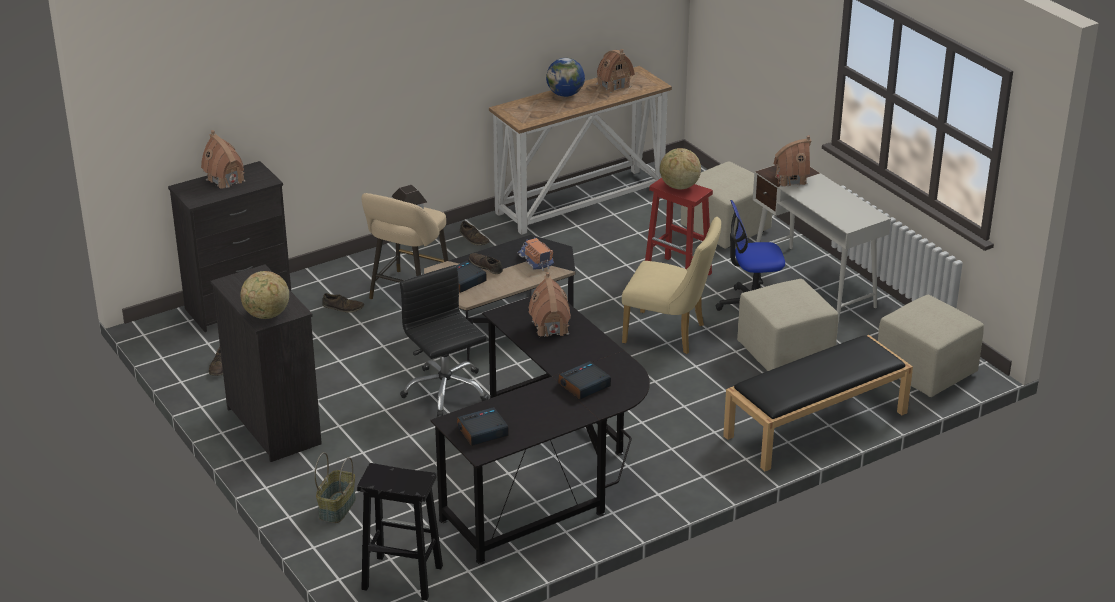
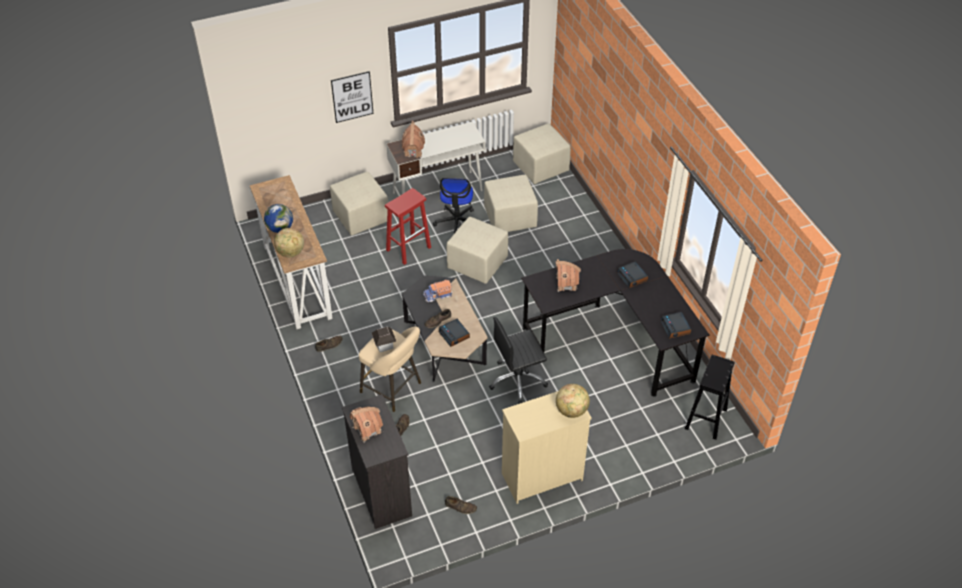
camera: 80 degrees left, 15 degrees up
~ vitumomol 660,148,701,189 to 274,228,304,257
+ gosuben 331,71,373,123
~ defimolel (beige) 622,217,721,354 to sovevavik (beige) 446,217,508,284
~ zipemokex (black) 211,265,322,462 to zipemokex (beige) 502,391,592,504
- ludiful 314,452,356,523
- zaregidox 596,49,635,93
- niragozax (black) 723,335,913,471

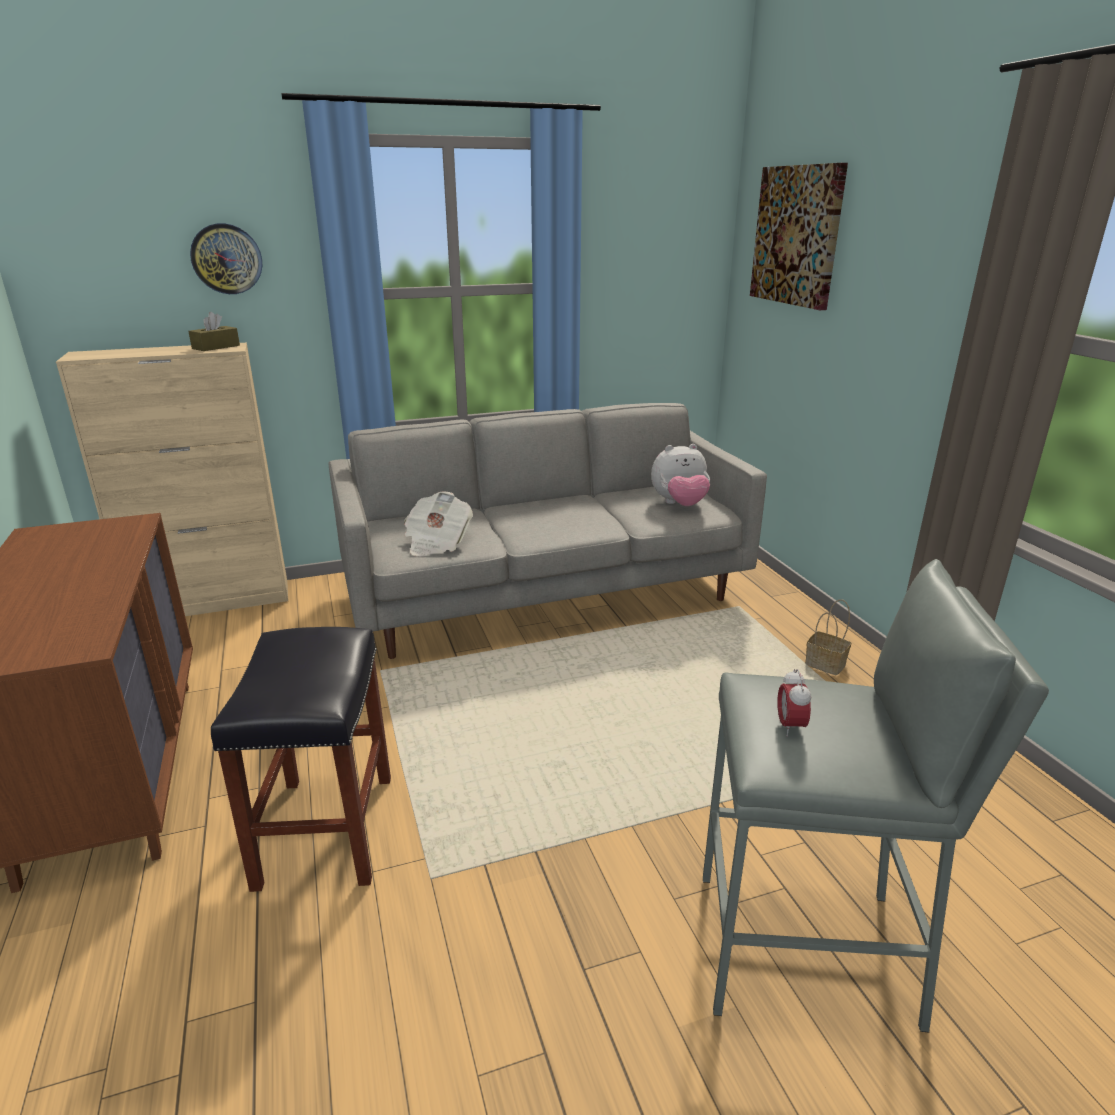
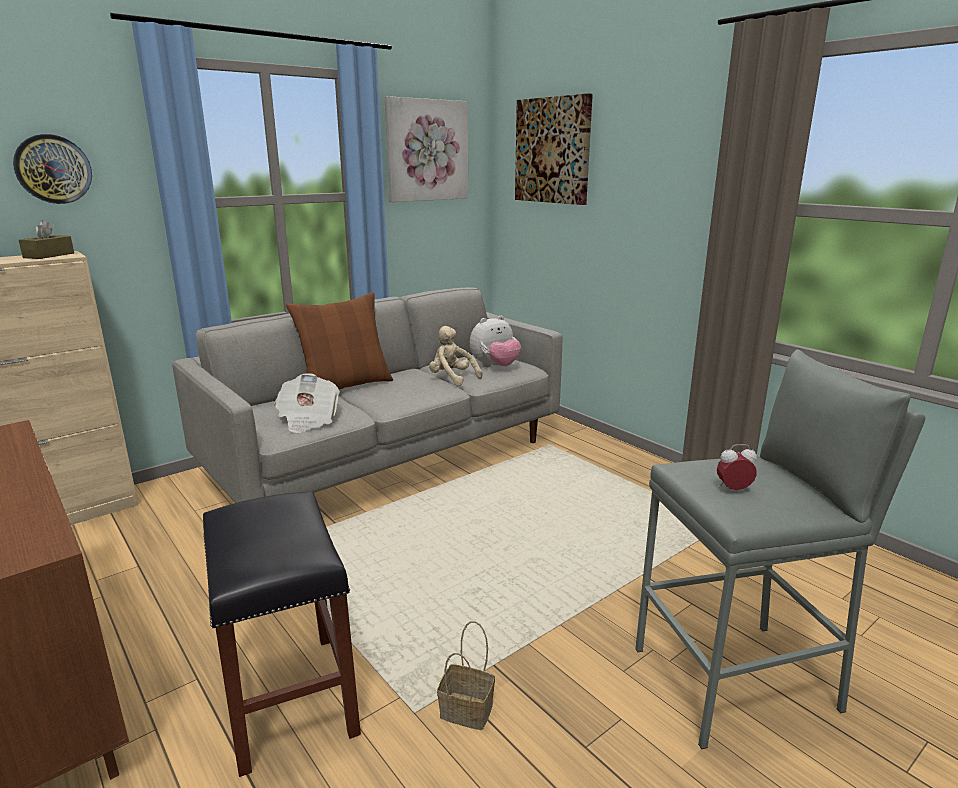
camera: 20 degrees left, 5 degrees down
+ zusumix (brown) 286,292,393,389
+ gosuben 385,96,468,202
+ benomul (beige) 429,326,483,386
~ ludiful 805,599,851,675 to 437,621,495,730
~ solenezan 777,669,811,737 = 717,444,757,490 105 degrees clockwise

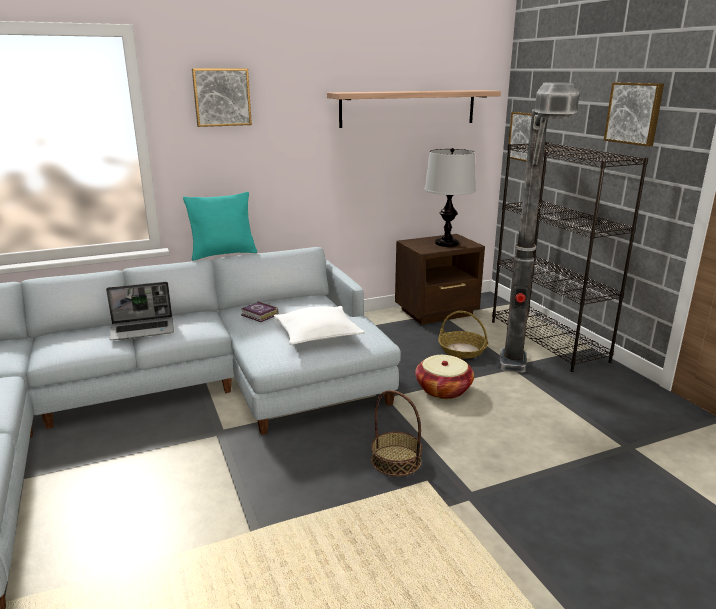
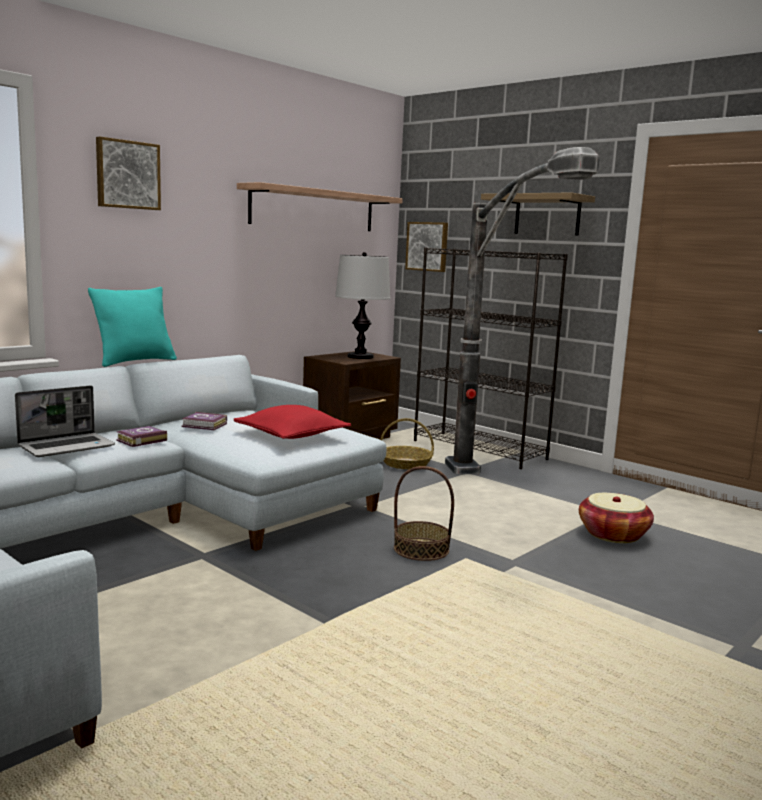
camera: 25 degrees left, 10 degrees down
+ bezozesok 116,426,167,447
~ zusumix (white) 274,306,365,345 to zusumix (red) 234,405,351,439
~ gosuben 604,82,664,147 to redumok 481,192,595,236
~ ludiful 415,355,474,399 to 579,493,654,543

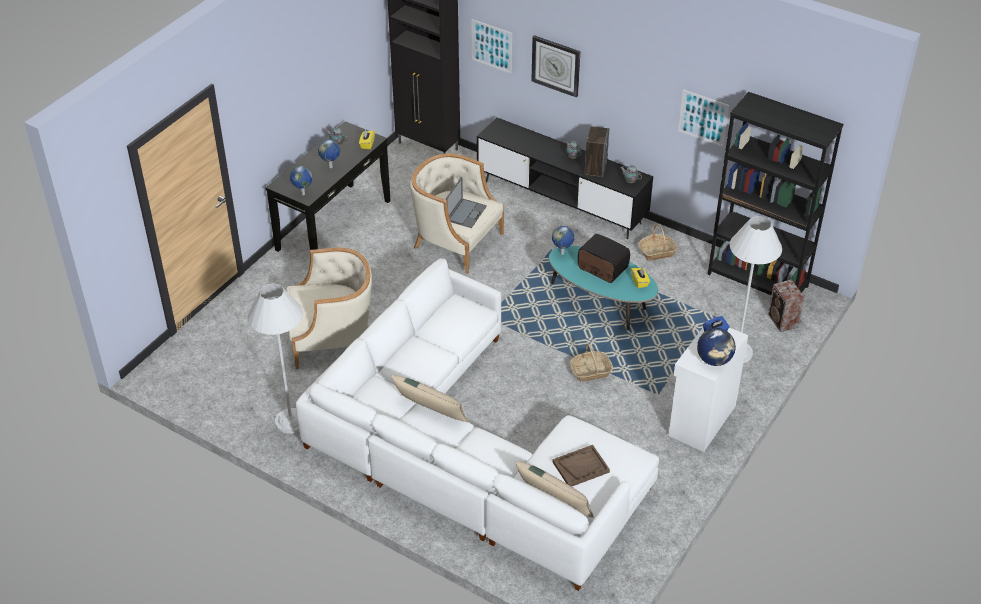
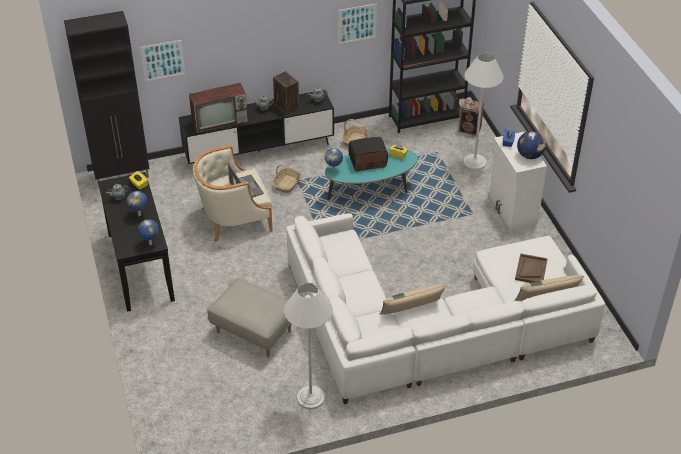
camera: 50 degrees left, 0 degrees up
+ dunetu 189,83,248,133
~ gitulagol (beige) 286,248,372,369 to sovevavik (grey) 208,278,291,358
~ ludiful 570,343,613,382 to 273,164,302,193
- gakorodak 531,35,580,98

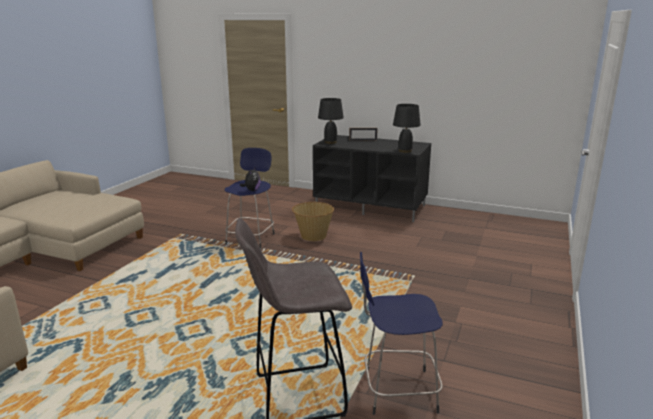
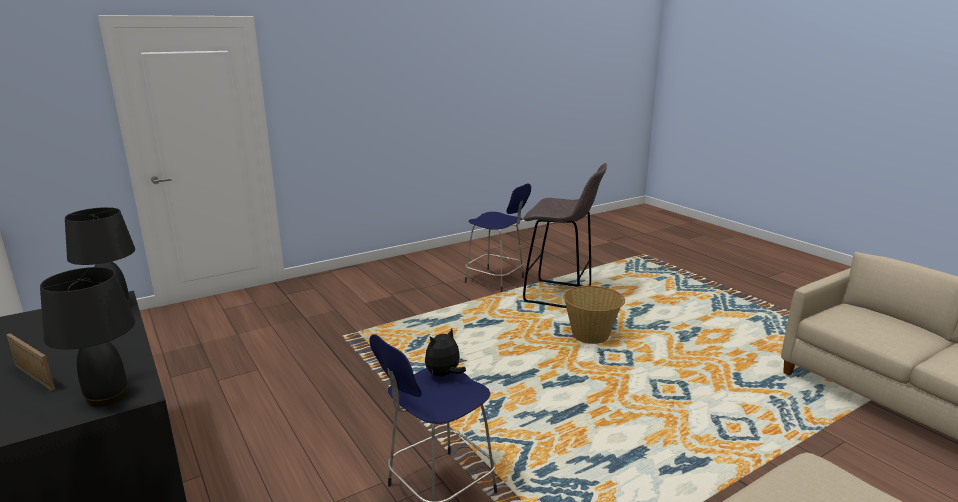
camera: 145 degrees left, 0 degrees up
~ ludiful 292,202,334,241 to 563,286,625,344

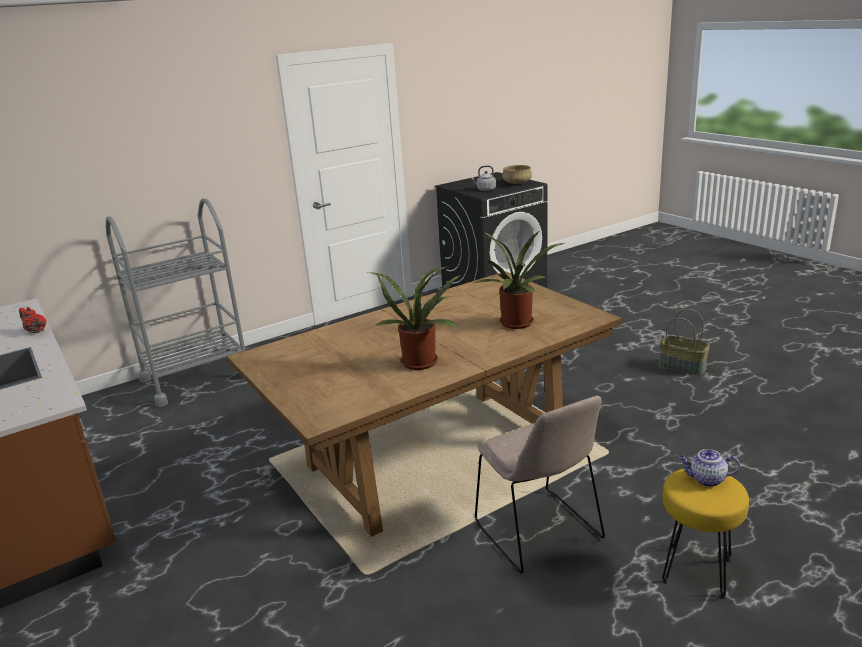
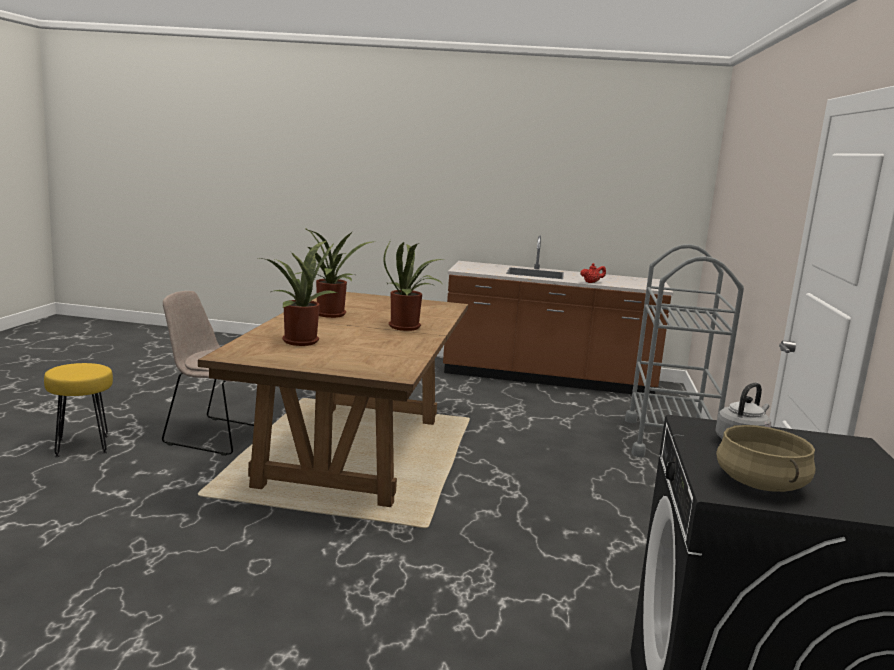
camera: 130 degrees right, 10 degrees down
+ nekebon 383,240,443,331
- ludiful 659,309,710,375
- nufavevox 679,449,740,487

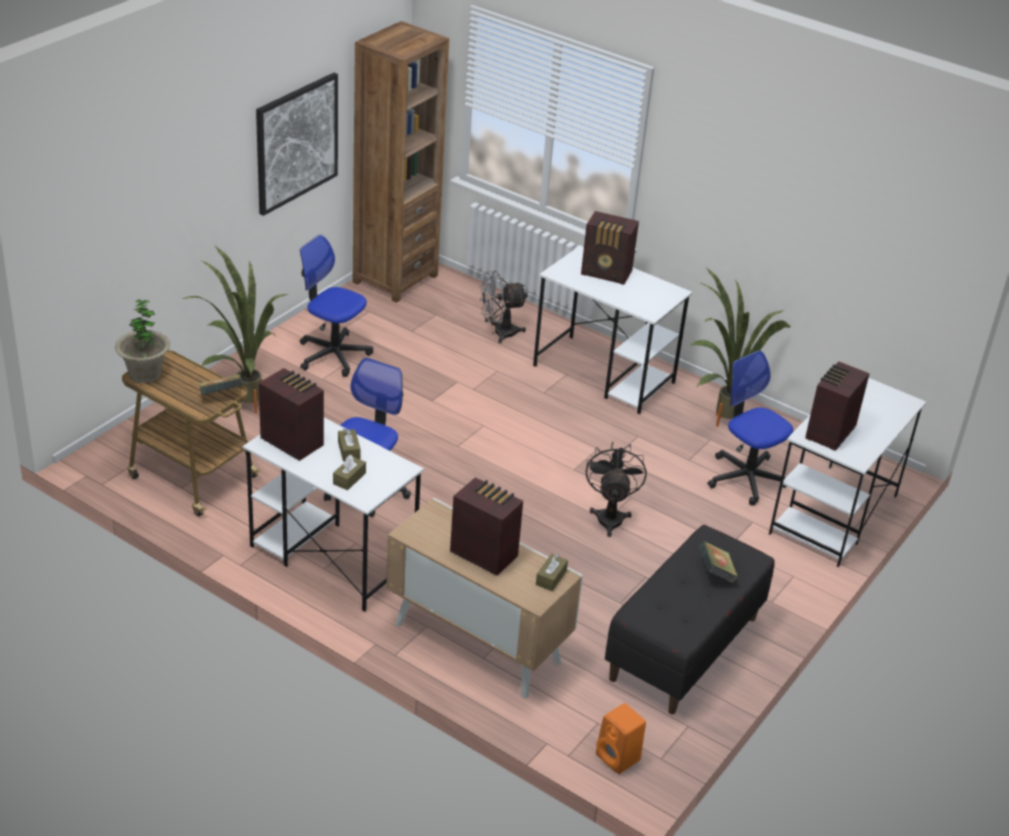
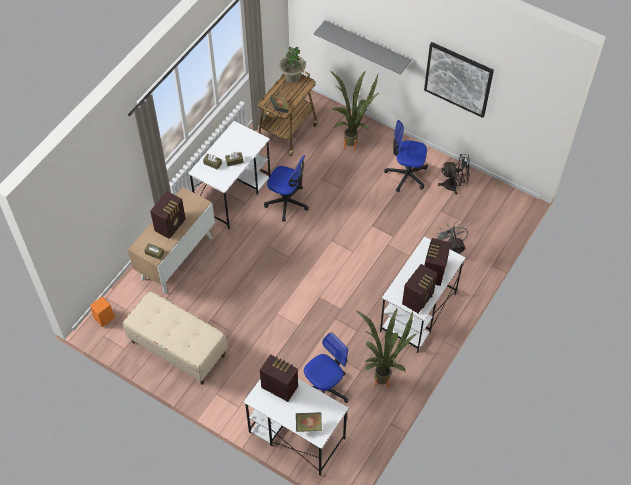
camera: 90 degrees right, 20 degrees up
~ niragozax (black) 605,525,775,714 to niragozax (beige) 123,291,227,385
~ bezozesok 699,541,738,583 to 296,412,322,432
+ redumok (grey) 314,20,411,75
~ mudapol 300,234,373,377 = 384,120,428,192 105 degrees counterclockwise
~ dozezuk 259,368,324,461 to 402,264,437,313
~ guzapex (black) 586,442,646,537 to 438,154,470,195
- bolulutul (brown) 353,21,449,303

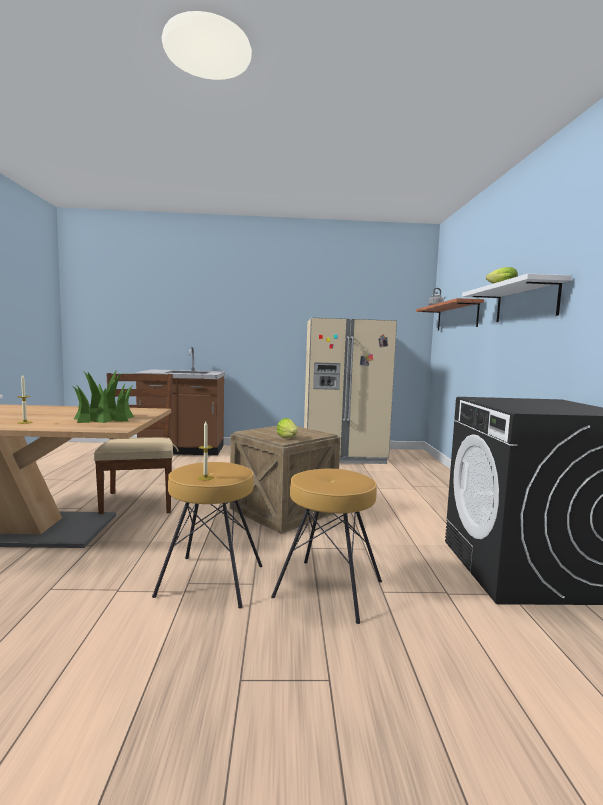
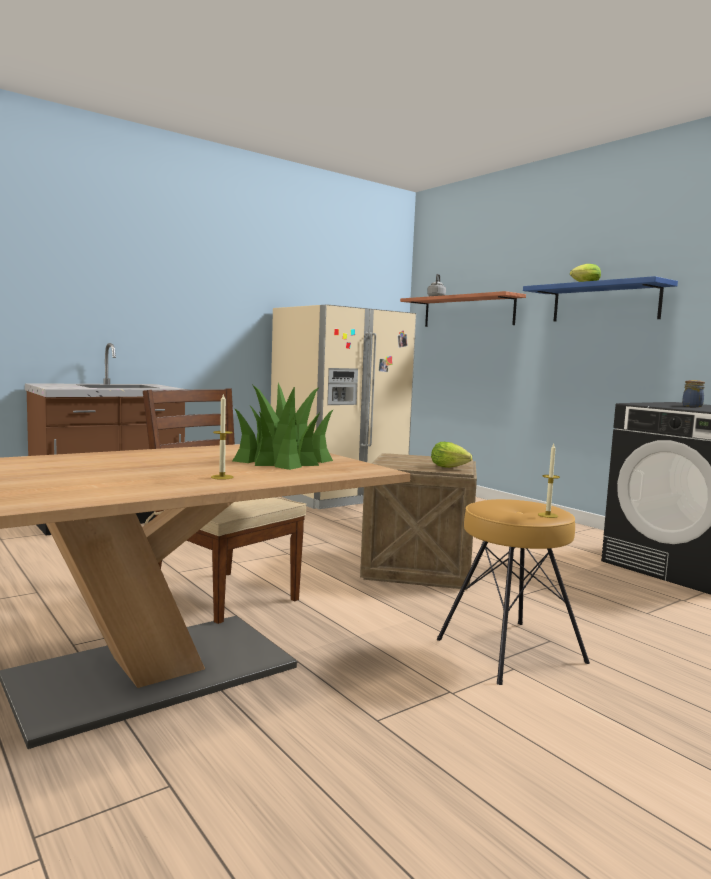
camera: 35 degrees left, 0 degrees up
~ redumok (white) 462,274,572,322 to redumok (blue) 523,276,678,321
+ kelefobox 682,380,705,407
- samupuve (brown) 271,469,382,624

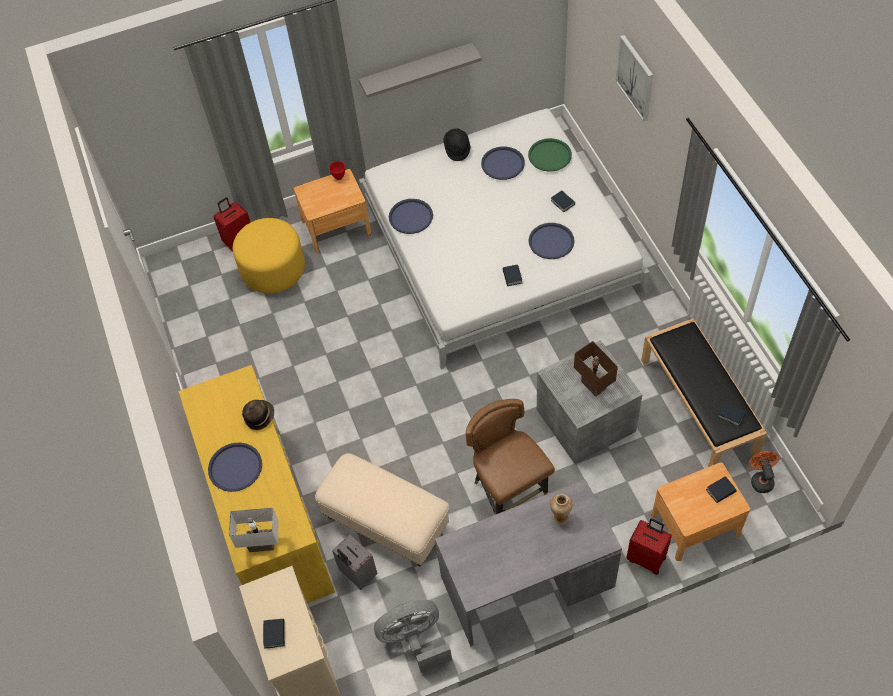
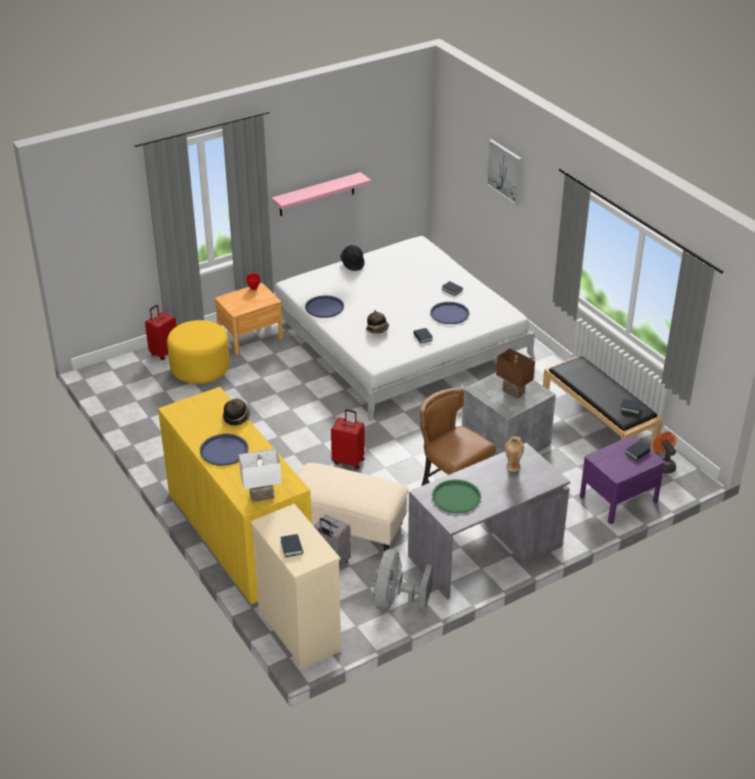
camera: 15 degrees left, 20 degrees down
~ redumok (grey) 359,43,482,98 to redumok (pink) 272,172,371,216
~ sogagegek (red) 626,518,672,575 to 331,409,365,470
+ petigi 366,310,389,334
~ guzapex (grey) 374,600,452,673 = 374,549,433,611 45 degrees counterclockwise
~ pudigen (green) 528,138,572,171 to 432,479,481,513
~ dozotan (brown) 652,462,750,561 to dozotan (purple) 580,436,665,524
- pudigen (blue) 481,147,525,180

